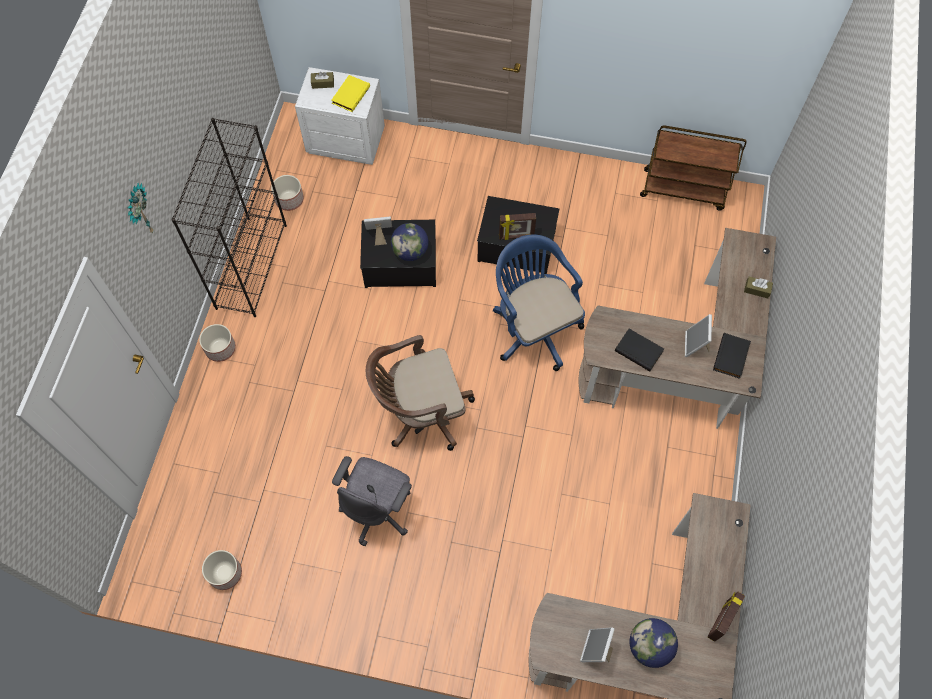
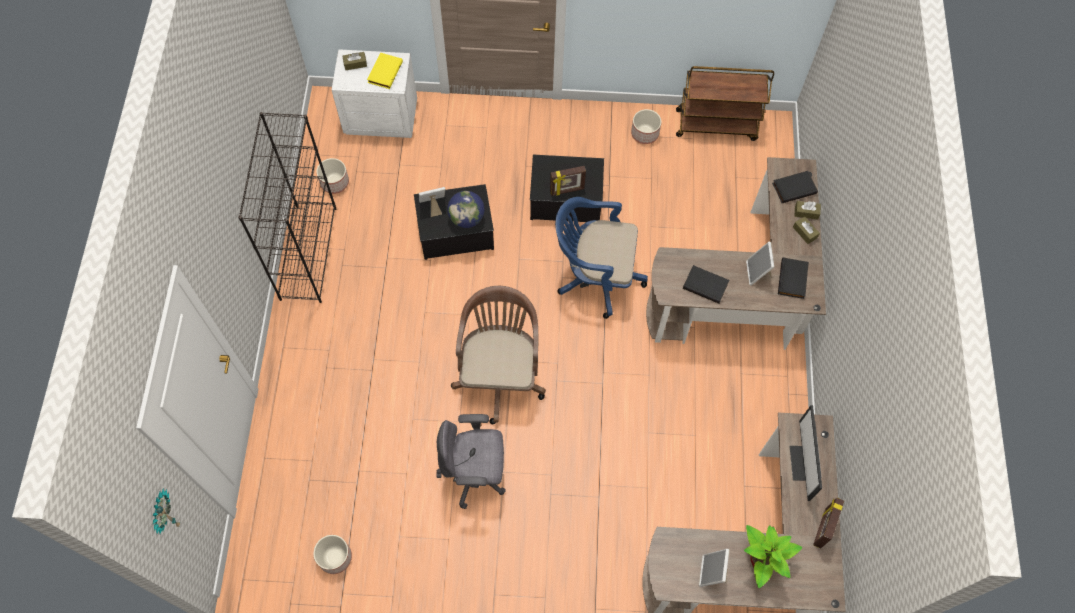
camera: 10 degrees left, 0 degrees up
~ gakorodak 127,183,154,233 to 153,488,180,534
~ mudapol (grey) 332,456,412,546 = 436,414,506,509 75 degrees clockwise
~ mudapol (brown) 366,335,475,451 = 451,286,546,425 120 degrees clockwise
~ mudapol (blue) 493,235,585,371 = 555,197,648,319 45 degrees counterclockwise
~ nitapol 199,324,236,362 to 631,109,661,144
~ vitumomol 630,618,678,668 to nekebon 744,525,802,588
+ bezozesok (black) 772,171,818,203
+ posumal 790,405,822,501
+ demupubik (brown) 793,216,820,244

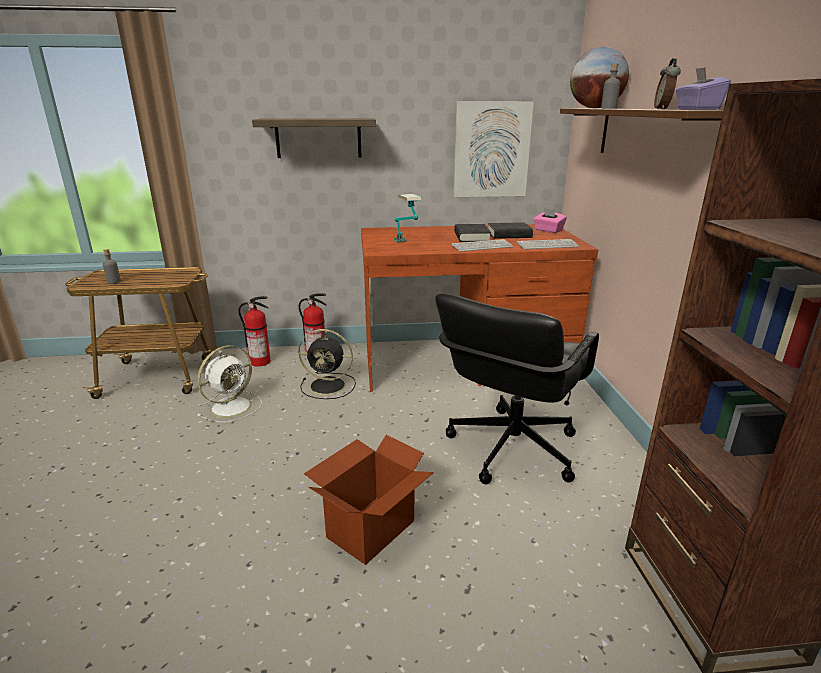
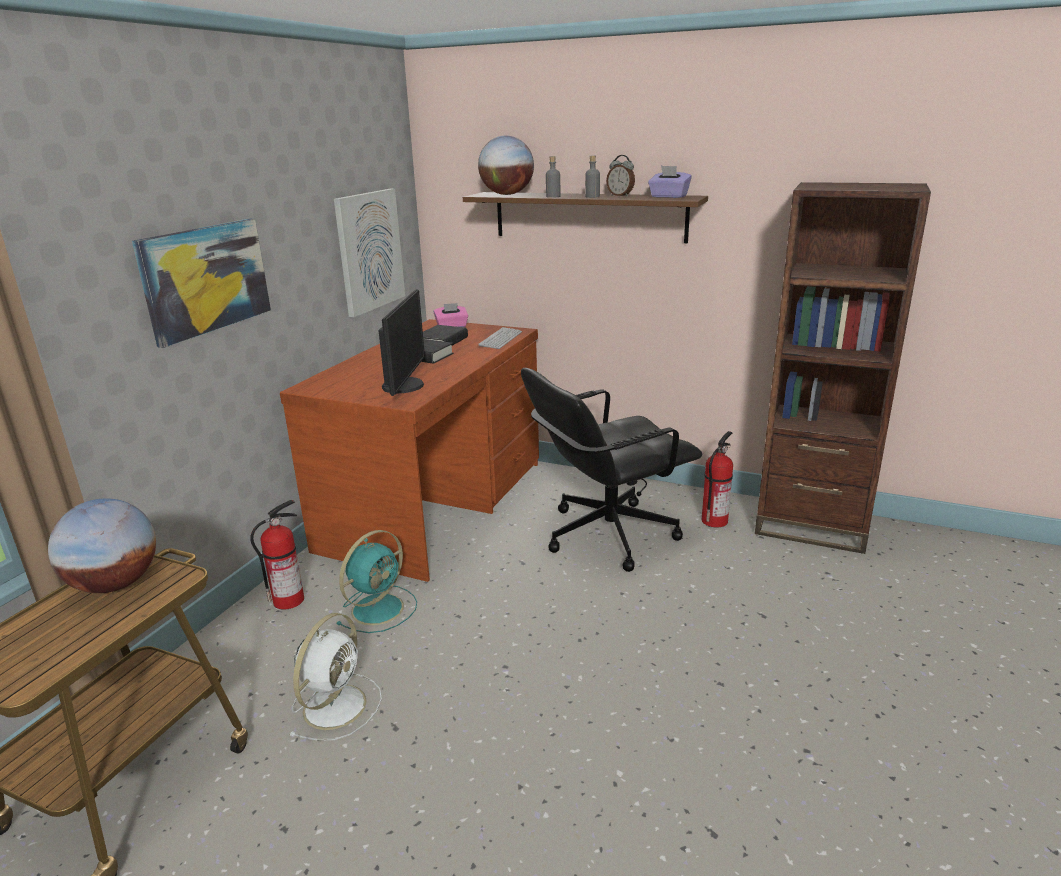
camera: 60 degrees left, 0 degrees up
+ vitumomol 48,498,156,593
~ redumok 252,118,376,158 to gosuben 132,219,271,348
~ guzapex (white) 197,345,262,423 = 289,613,382,741 45 degrees clockwise
~ guzapex (black) 298,329,356,399 to guzapex (turquoise) 337,530,417,633
~ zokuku 393,194,422,243 to posumal 378,289,425,396
~ mudapol (black) 435,294,599,485 = 521,368,702,572 90 degrees clockwise
~ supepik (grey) 103,249,121,284 to 585,155,600,198
~ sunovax 238,296,271,367 to 702,431,733,528
- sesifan 304,435,434,565
- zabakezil 451,239,513,252

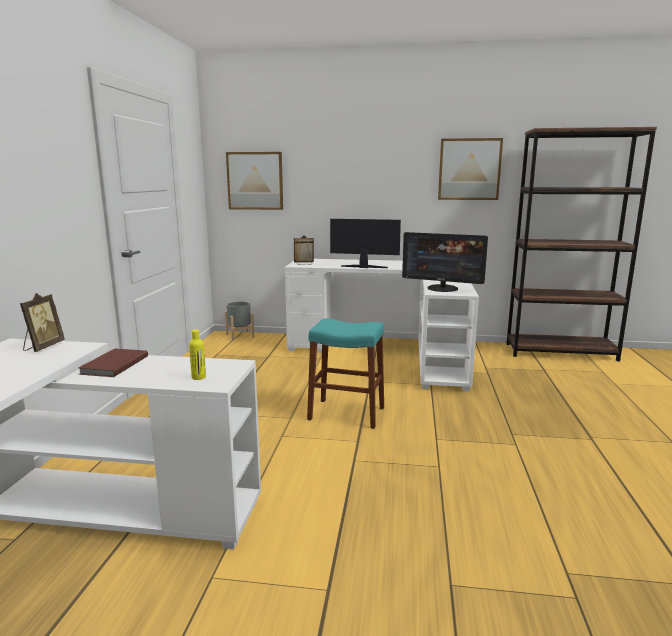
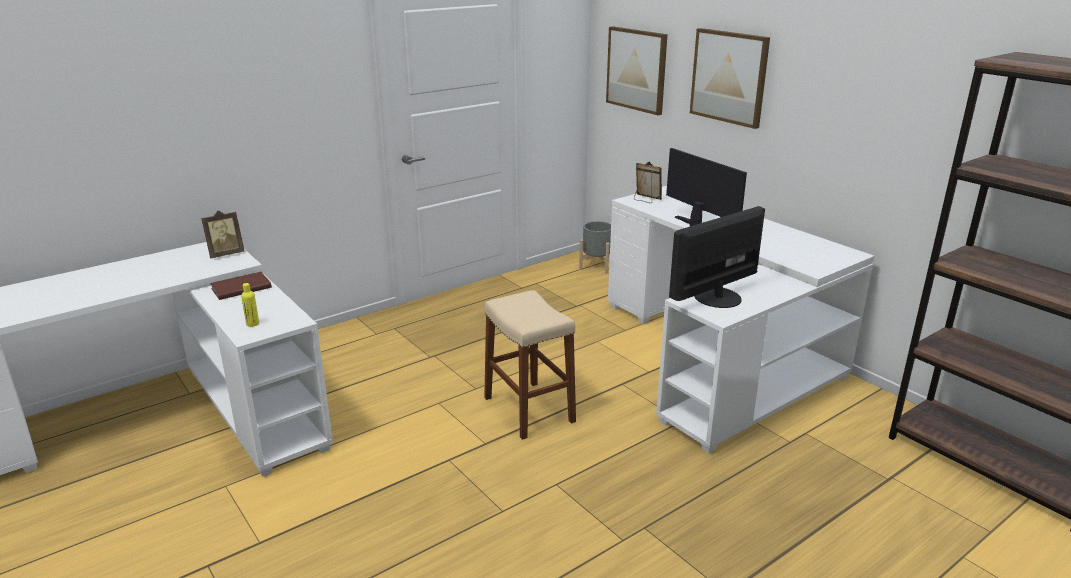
camera: 45 degrees right, 10 degrees up
~ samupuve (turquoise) 307,318,384,429 to samupuve (beige) 484,290,576,440
~ posumal 402,232,488,292 = 669,206,765,308 75 degrees clockwise
~ gosuben 438,138,503,200 to 690,28,770,129

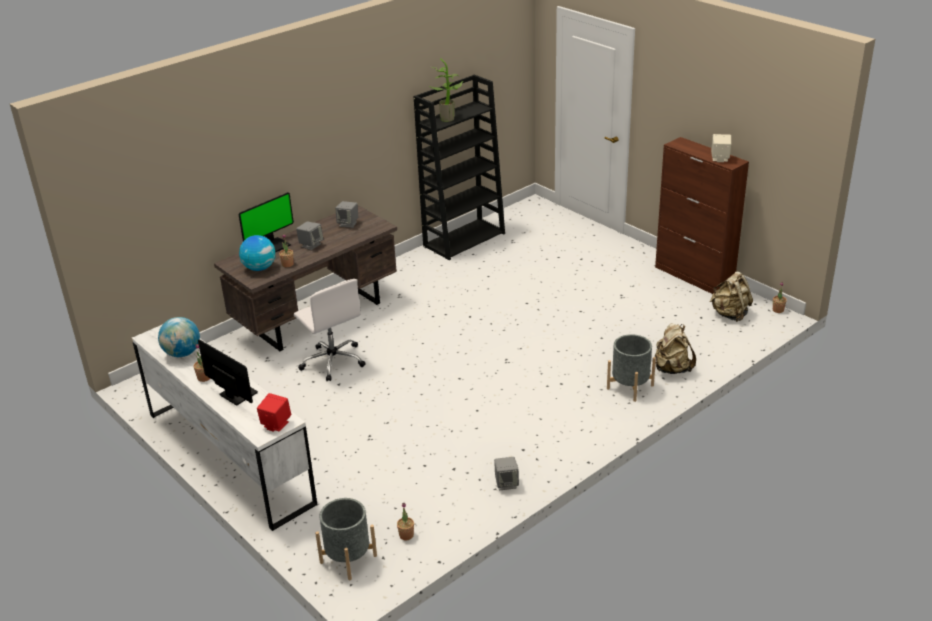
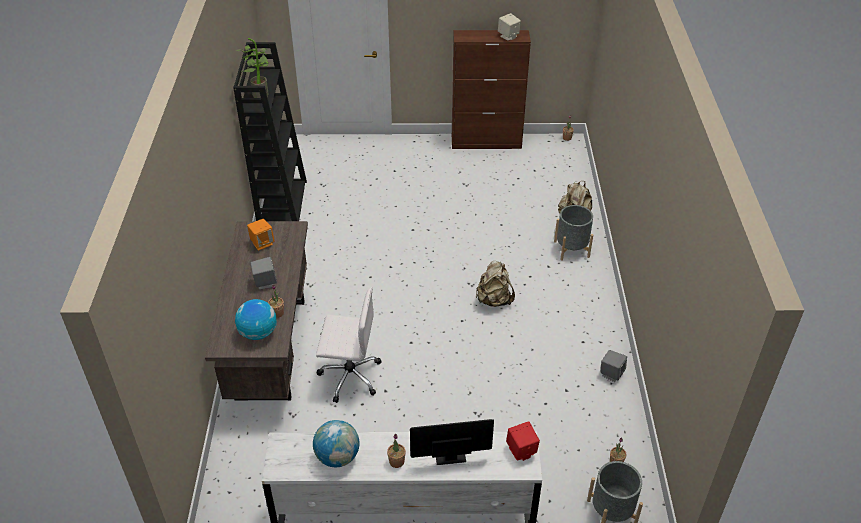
camera: 50 degrees left, 10 degrees up
~ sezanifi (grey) 335,201,358,228 to sezanifi (orange) 247,219,275,251
~ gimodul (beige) 710,271,753,322 to 476,261,515,307
- posumal 238,192,294,252

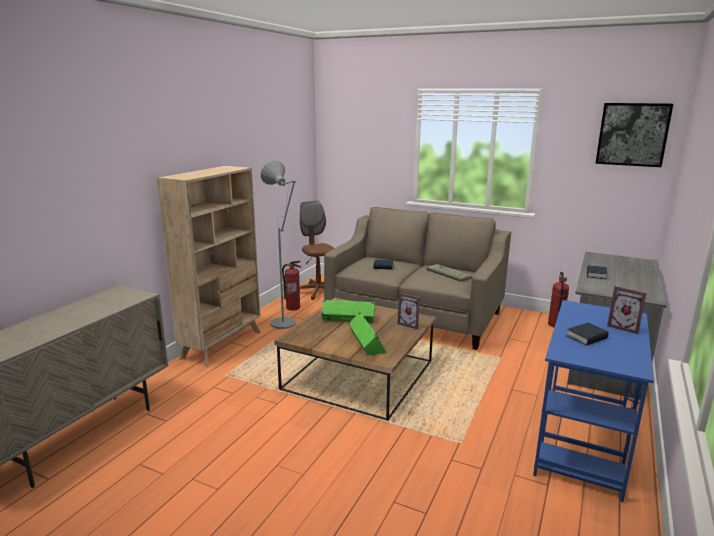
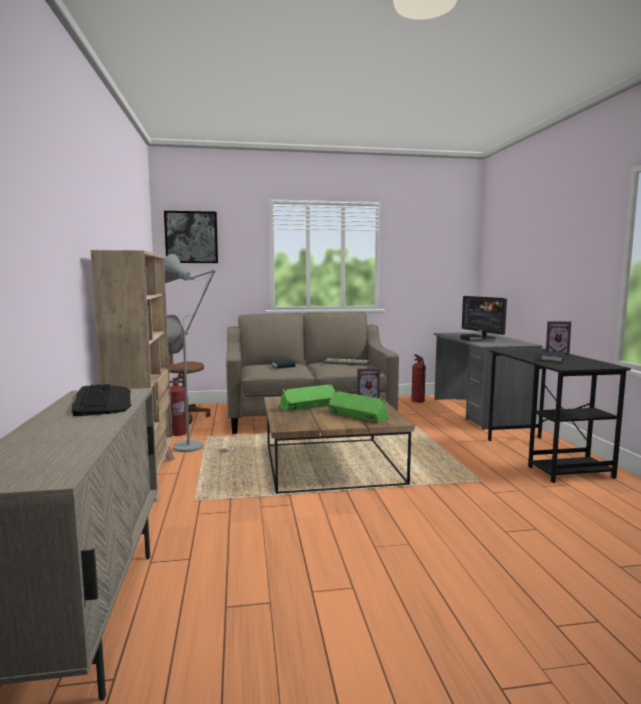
camera: 35 degrees left, 10 degrees down
+ zabakezil 72,384,131,416
~ gosuben 595,103,673,167 to 164,211,218,263
+ posumal 462,296,507,339
~ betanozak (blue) 533,300,654,502 to betanozak (black) 488,348,631,483

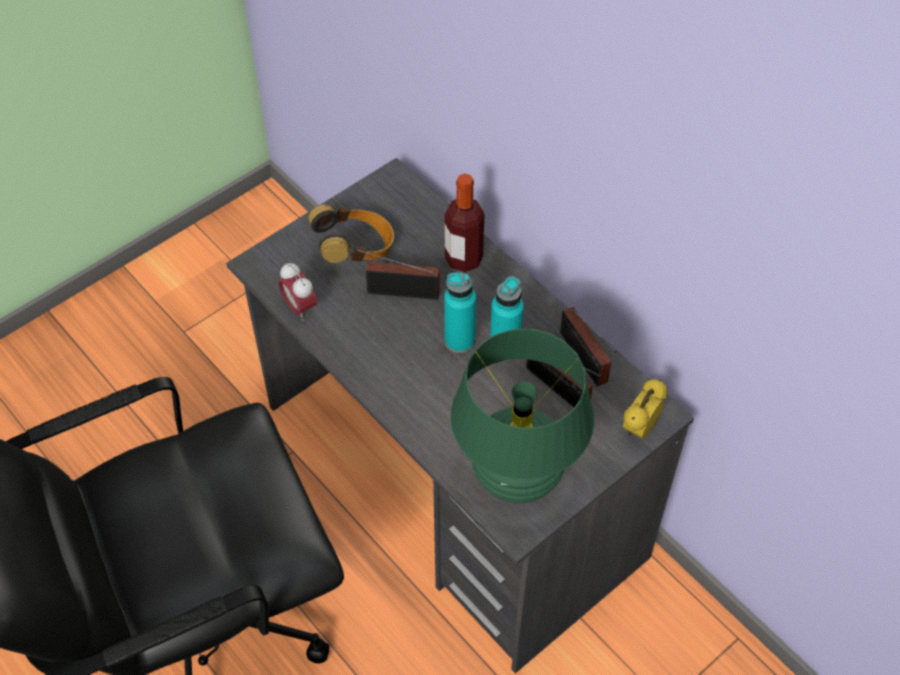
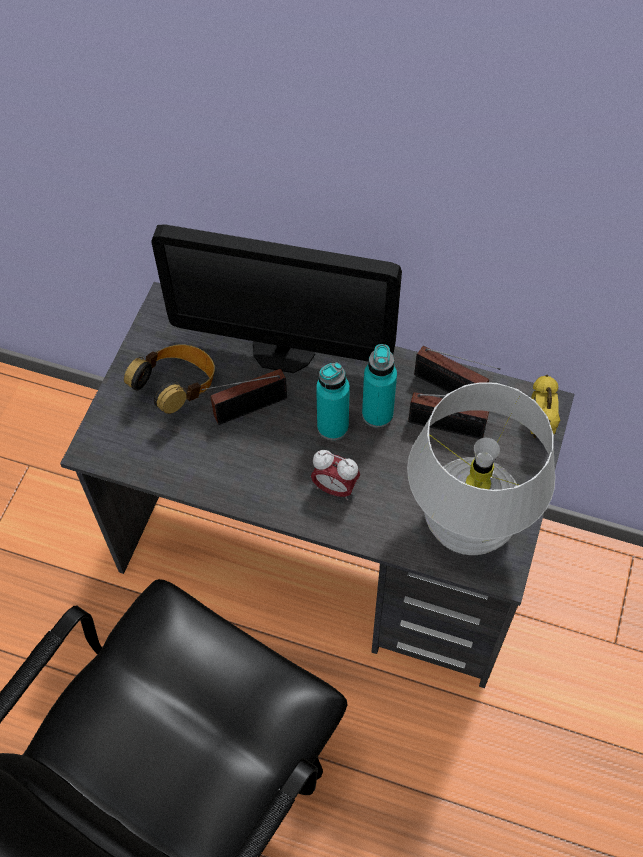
camera: 30 degrees left, 5 degrees up
~ supepik 445,173,484,272 to posumal 151,224,402,373
~ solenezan 279,263,317,321 to 311,450,360,500
~ zokuku (green) 451,329,594,503 to zokuku (white) 407,382,555,555

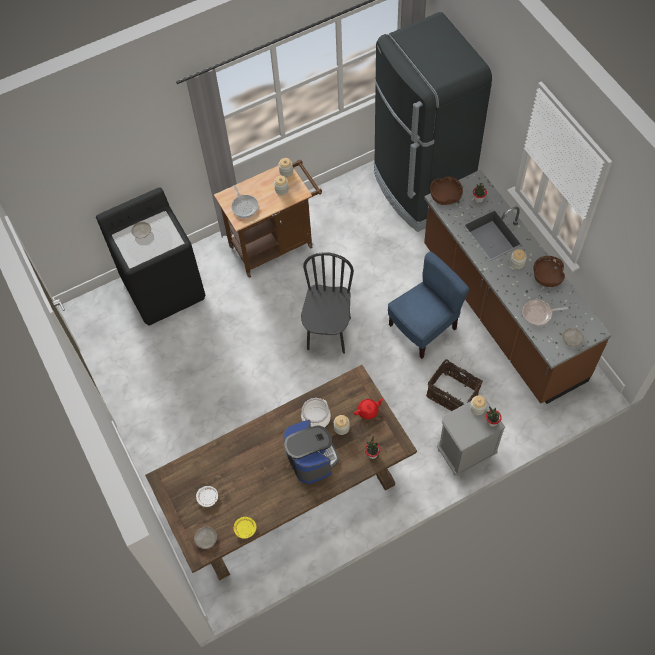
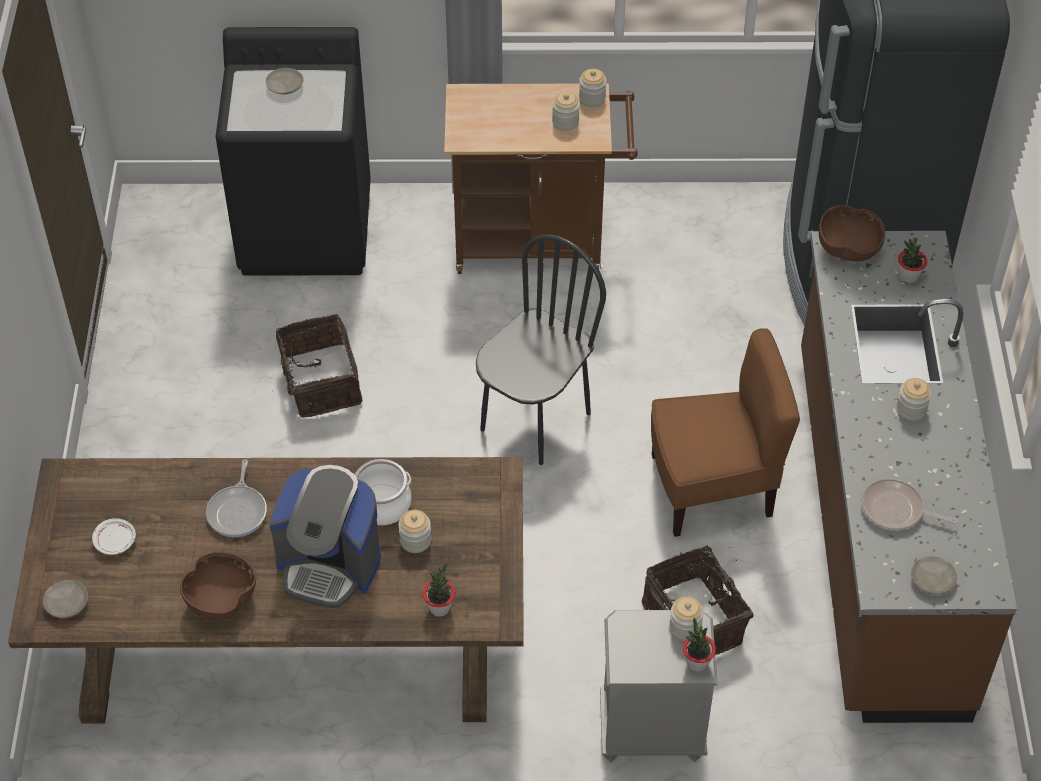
camera: 25 degrees right, 10 degrees down
~ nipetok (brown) 534,256,565,287 to 180,552,256,621
~ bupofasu 231,185,258,218 to 206,459,267,537
~ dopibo 283,420,339,484 = 269,465,381,608 105 degrees clockwise
+ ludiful 270,314,362,418
~ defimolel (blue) 388,251,470,359 to defimolel (brown) 651,328,800,537
- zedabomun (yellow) 234,517,256,539
- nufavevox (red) 354,398,384,419

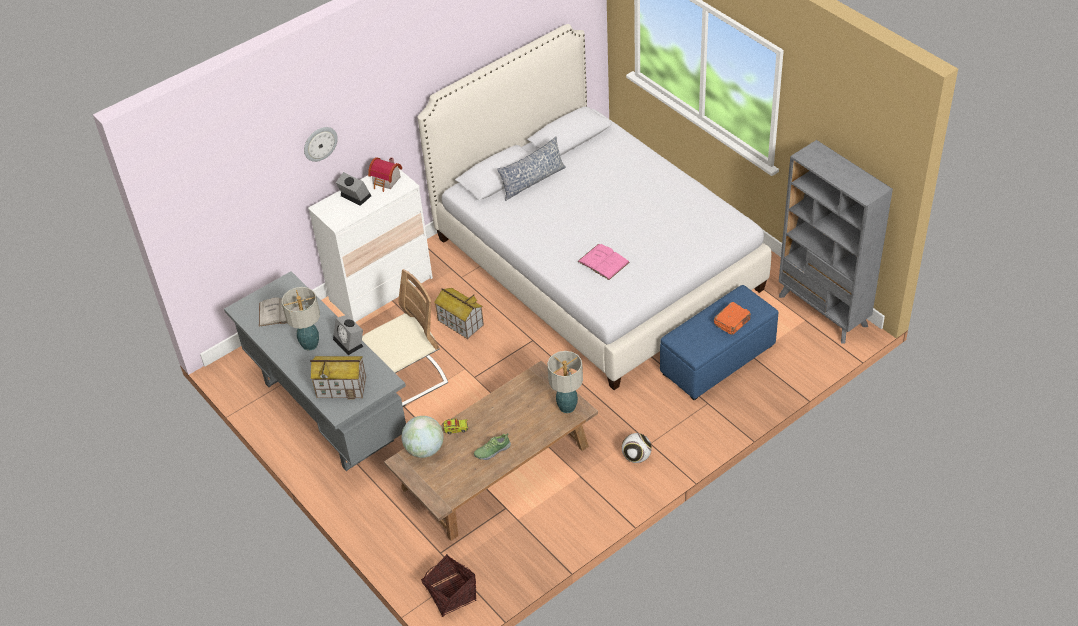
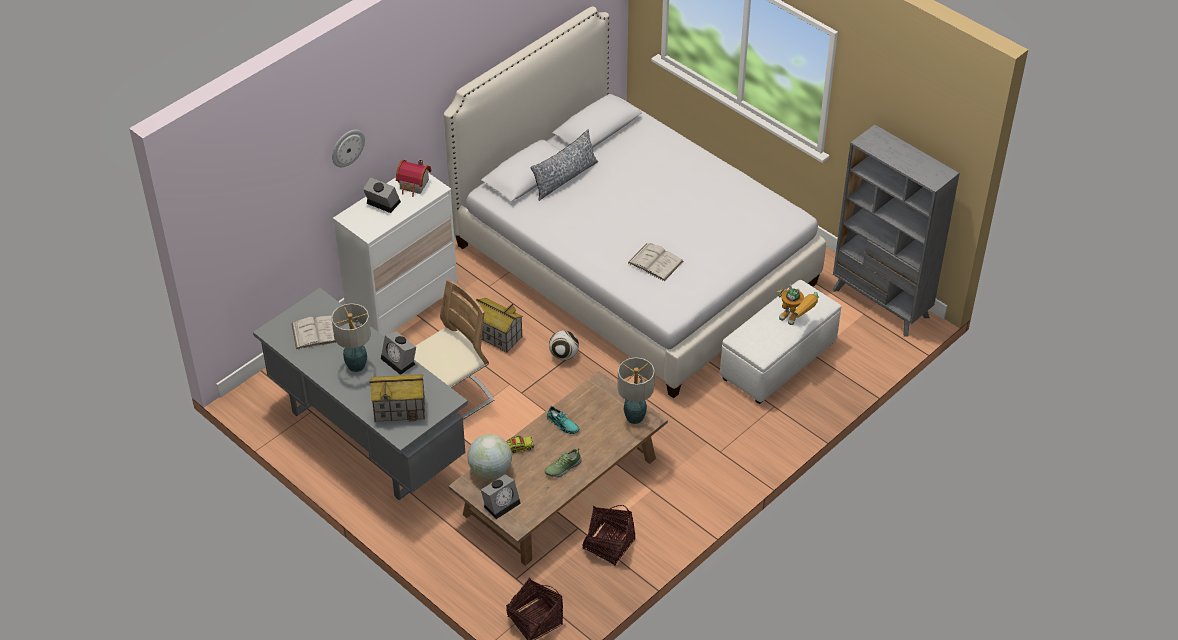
camera: 10 degrees left, 0 degrees up
+ solenezan 481,474,521,519
+ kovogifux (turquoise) 547,405,579,434
~ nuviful 622,433,652,463 to 549,330,579,360
+ ludiful 582,505,635,566
~ bezozesok (pink) 577,244,630,280 to bezozesok (white) 628,243,683,281
~ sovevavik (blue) 660,285,779,400 to sovevavik (white) 720,280,841,404
~ bezozesok (orange) 714,302,751,335 to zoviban 777,285,819,325

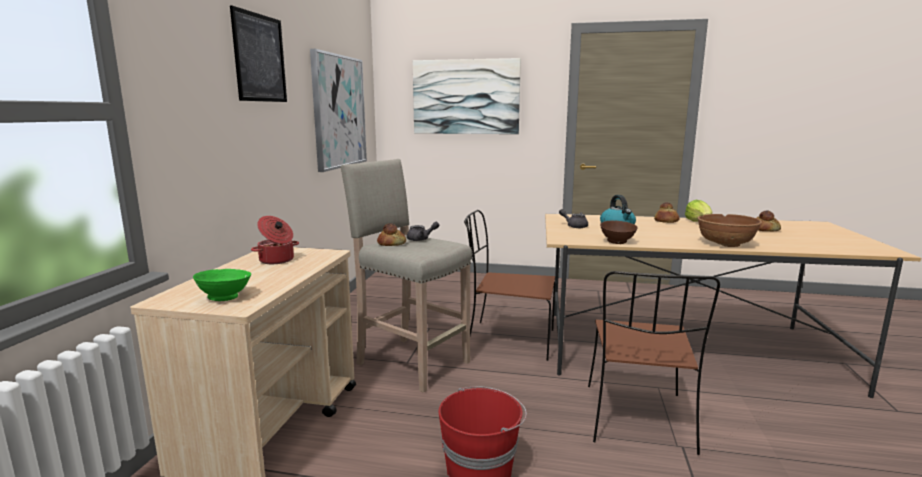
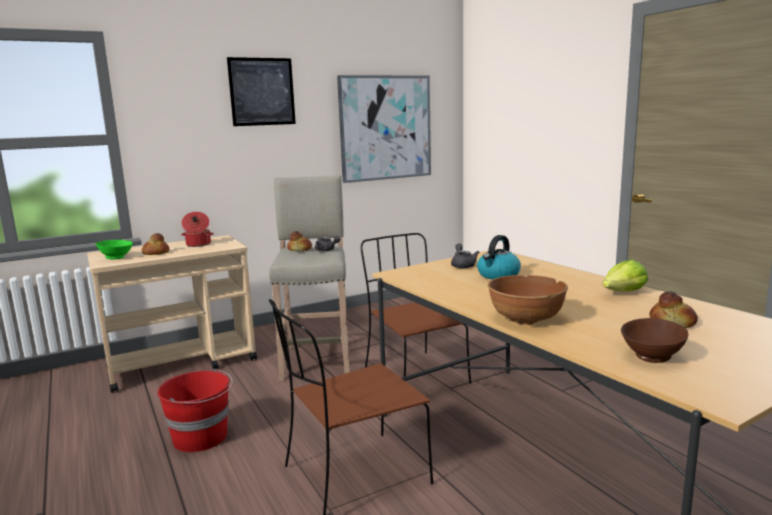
camera: 50 degrees right, 0 degrees up
~ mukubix 654,202,679,223 to 142,233,169,255
~ nipetok (brown) 600,221,638,244 to 621,318,689,363
- gosuben 413,58,521,134

